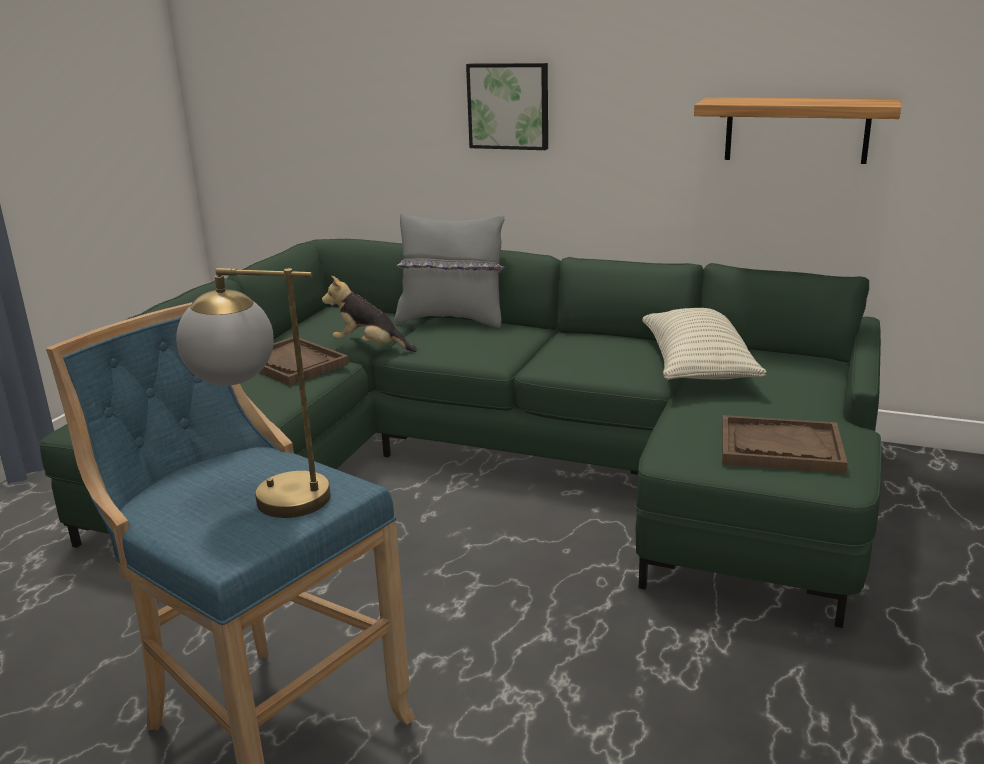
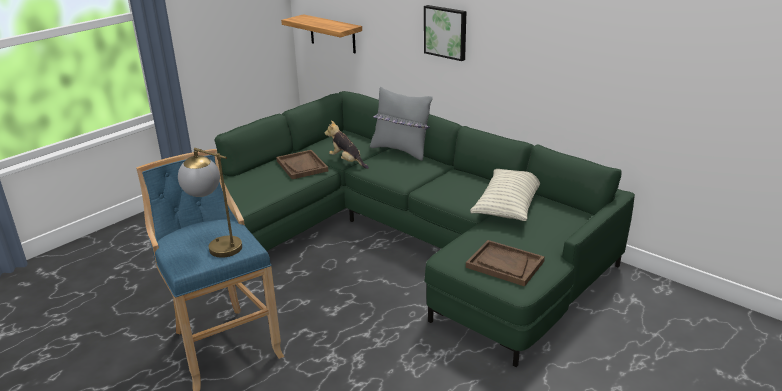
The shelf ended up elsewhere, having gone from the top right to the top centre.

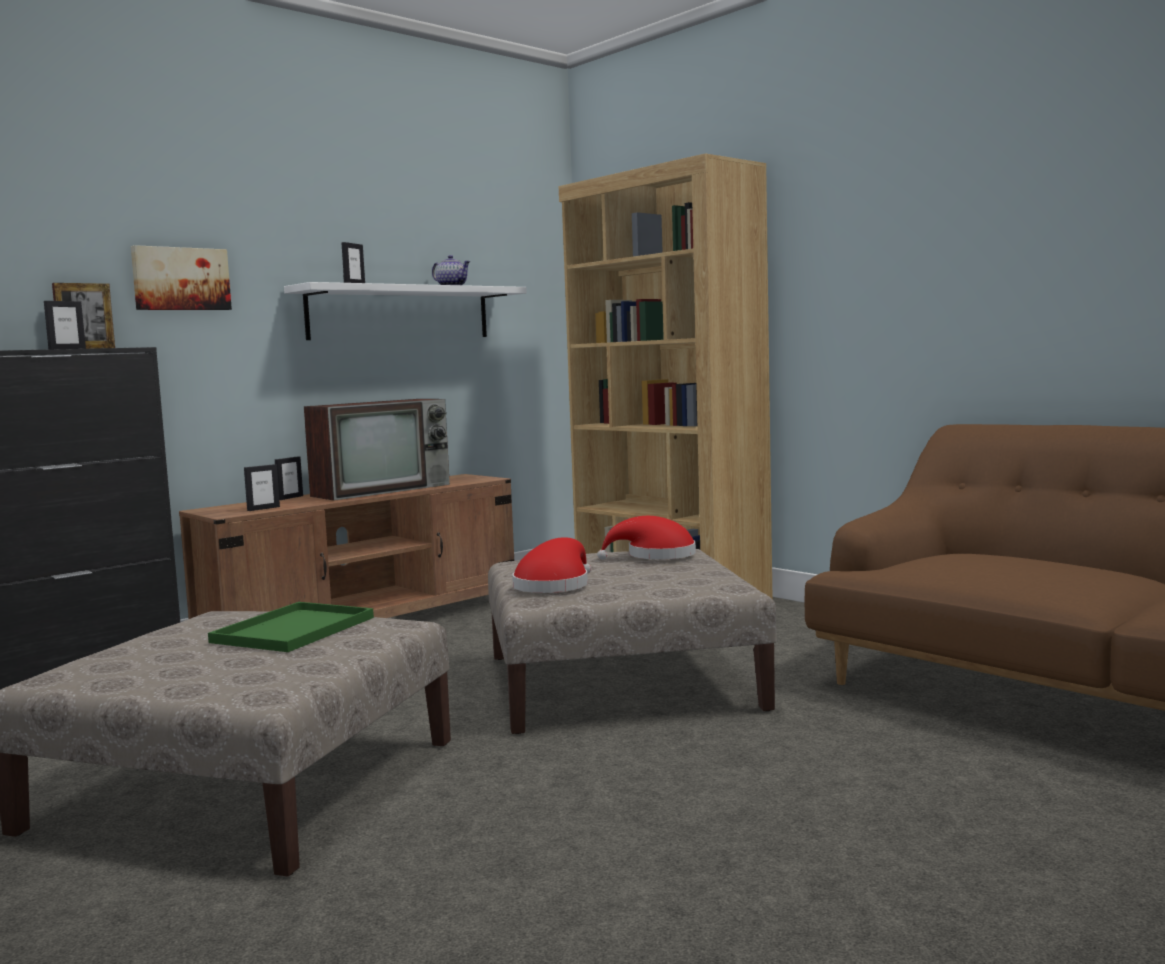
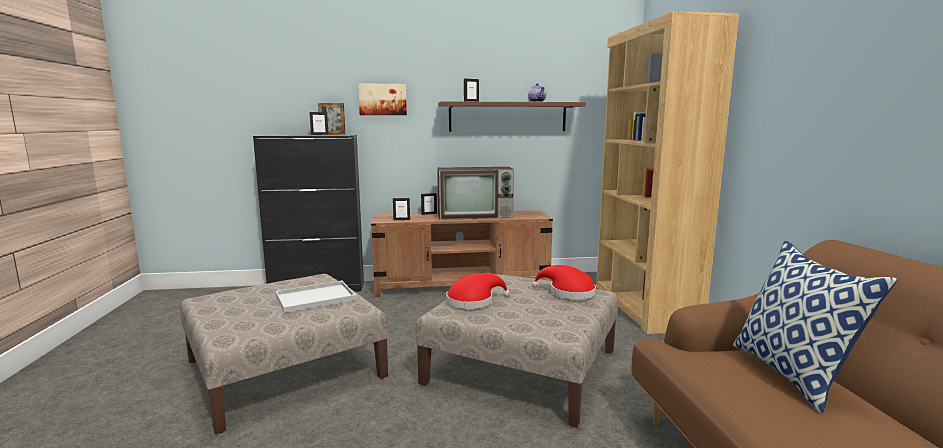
The second view gained the pillow at the bottom right. What was the green tray at the middle left turned into the white tray at the centre. What was the white shelf at the top centre turned into the brown shelf at the top centre.

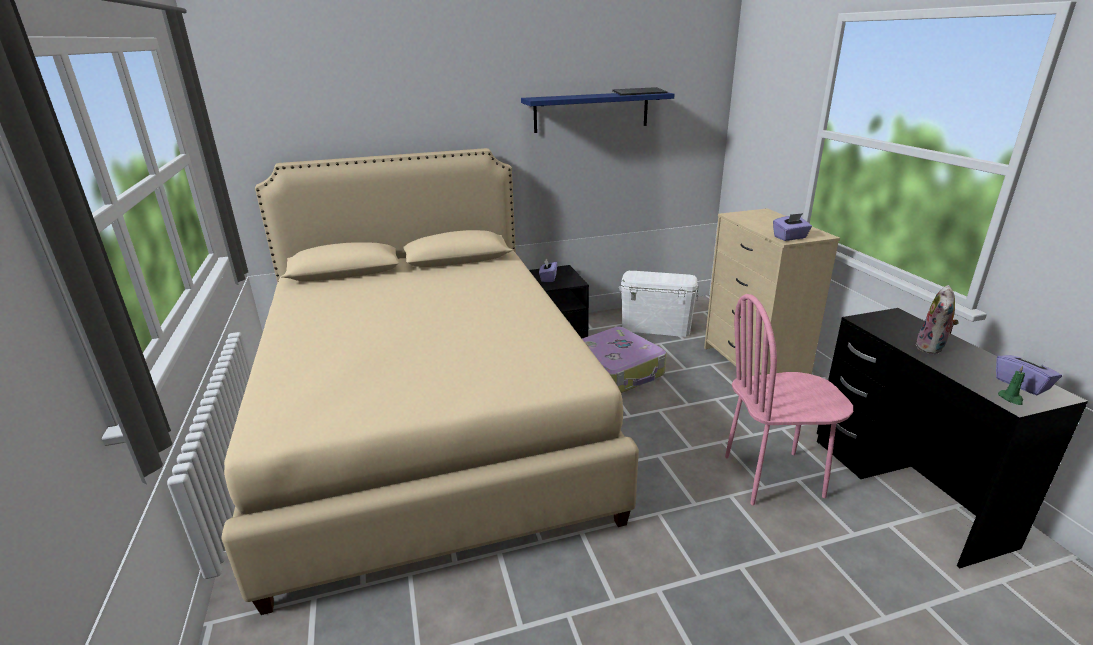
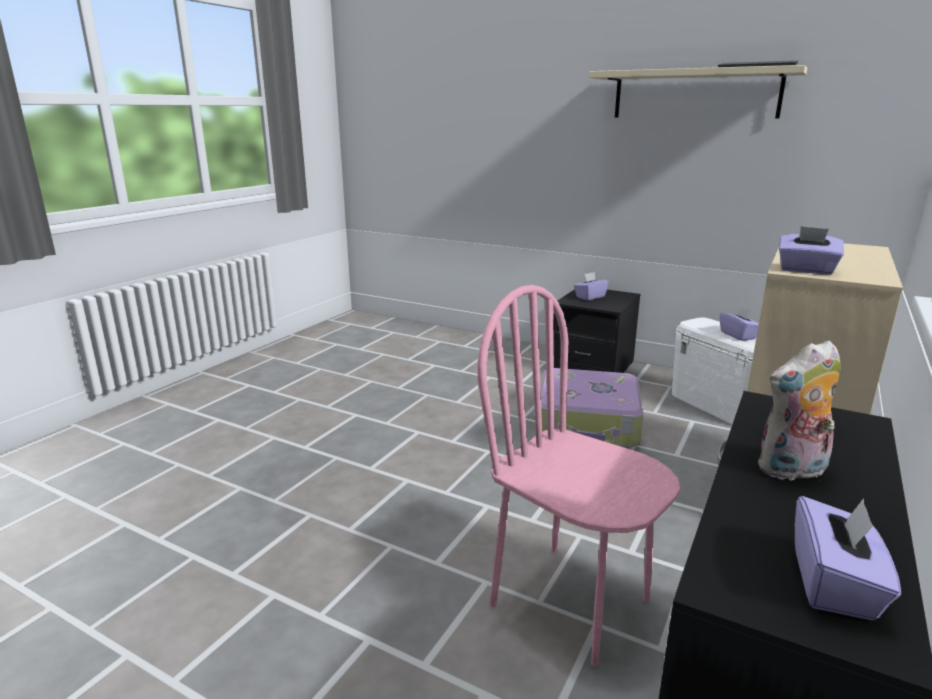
The second view lost the beige bed at the centre. The second view lost the green candle at the middle right. The second view gained the purple tissue box (2nd from left) at the middle right. What was the blue shelf at the top centre turned into the beige shelf at the top right.

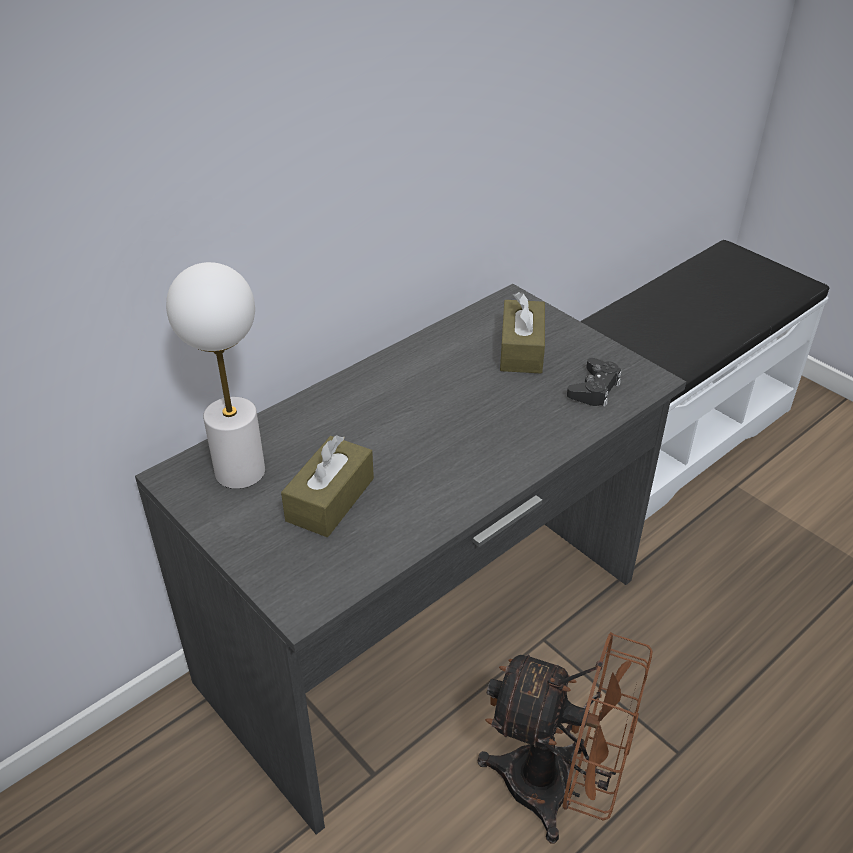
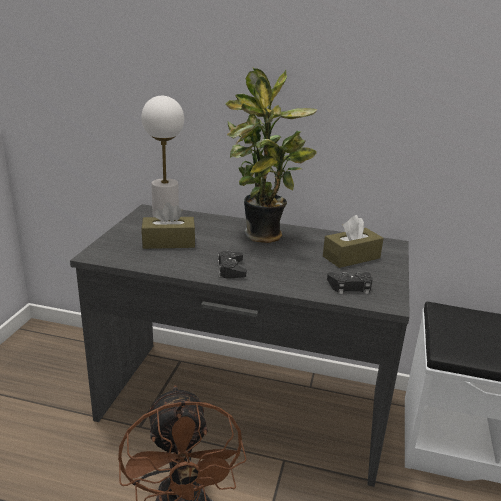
The second view gained the black game controller (1st from left) at the centre. The second view gained the potted plant at the top centre.

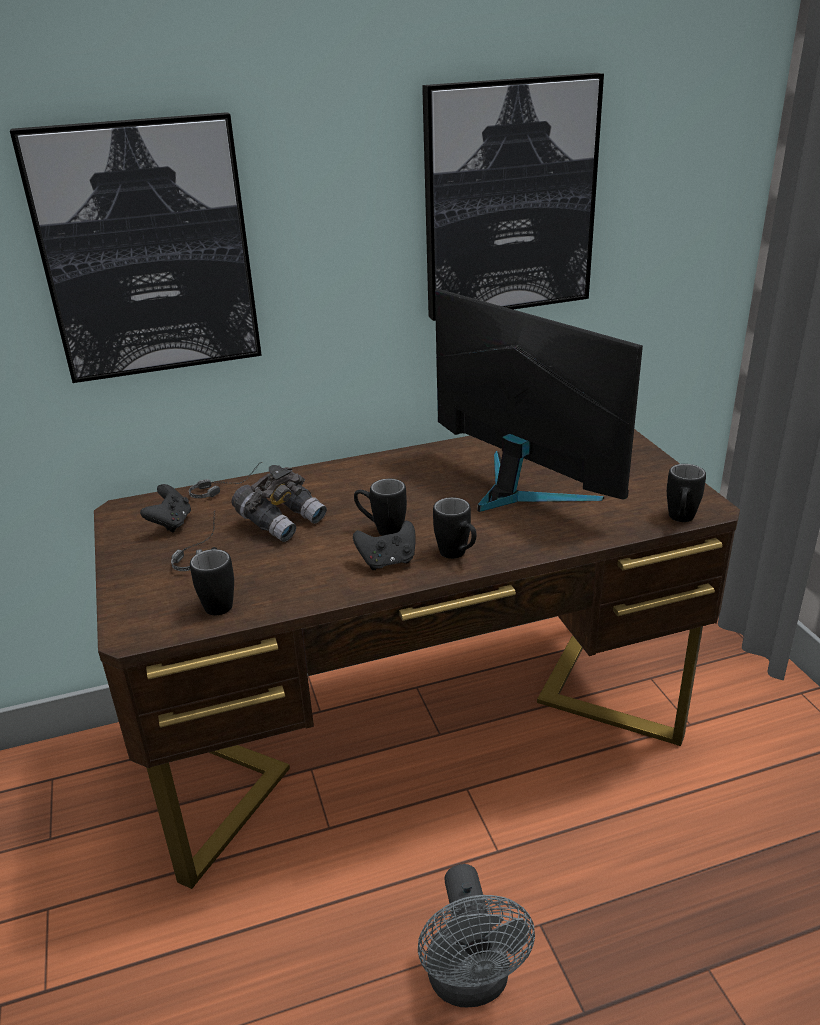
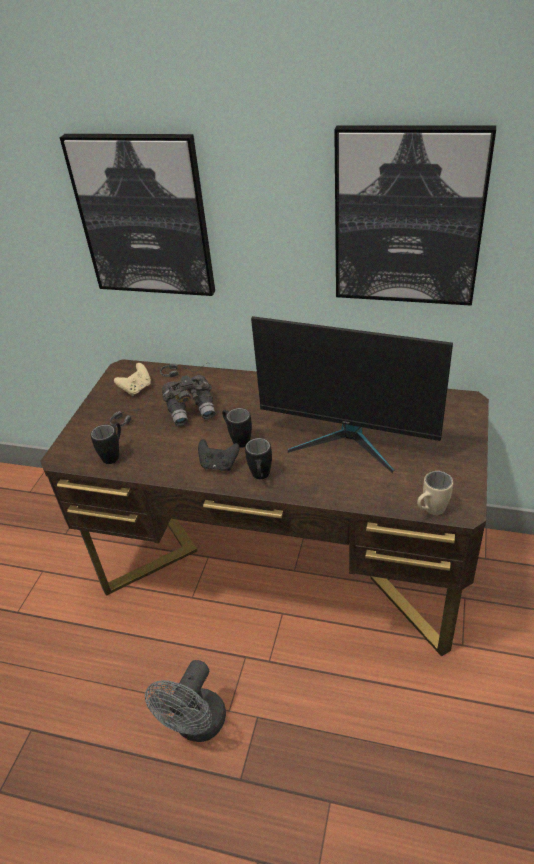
What was the black game controller (1st from left) at the middle left turned into the beige game controller at the middle left. What was the black mug (4th from left) at the middle right turned into the beige mug at the middle right. The monitor at the centre ended up facing another way, 120 degrees clockwise from before.

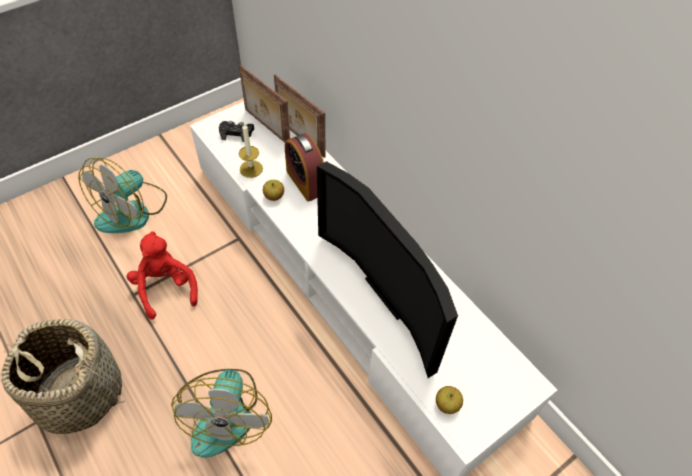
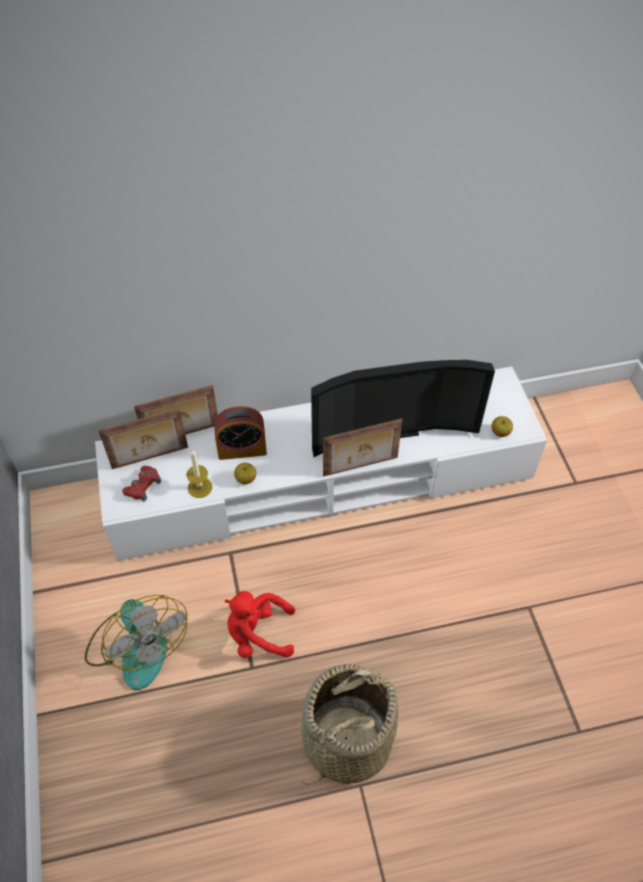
The second view lost the fan (2nd from left) at the bottom left. The second view gained the picture frame (3rd from left) at the centre. What was the black game controller at the top centre turned into the red game controller at the middle left.

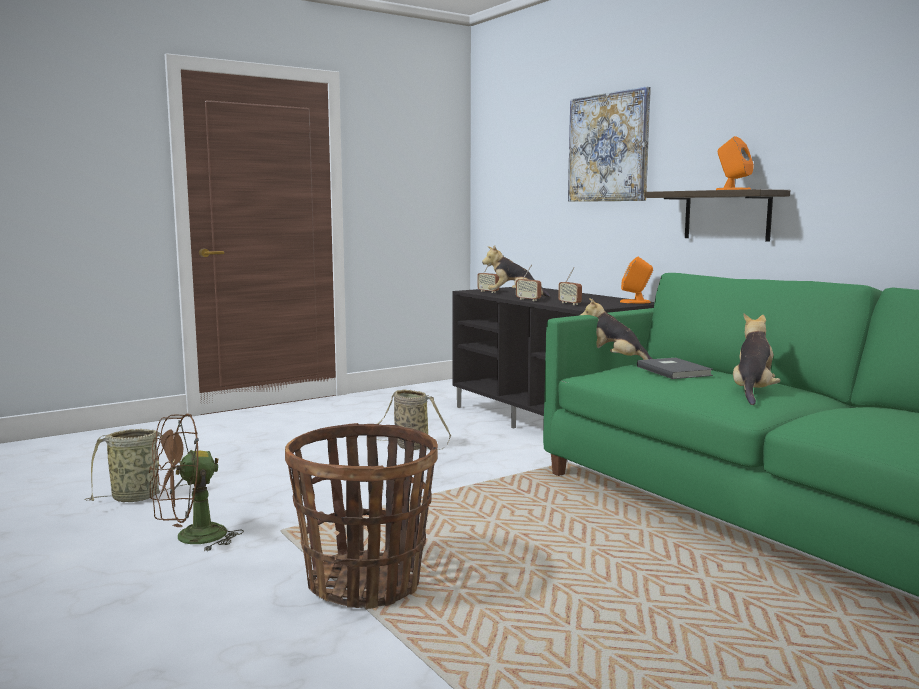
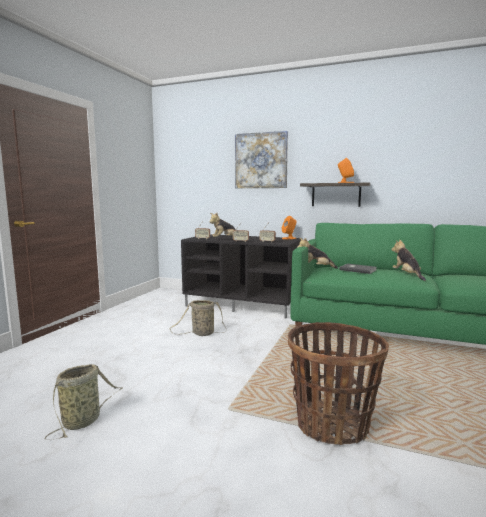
The second view lost the brown fan at the bottom left.

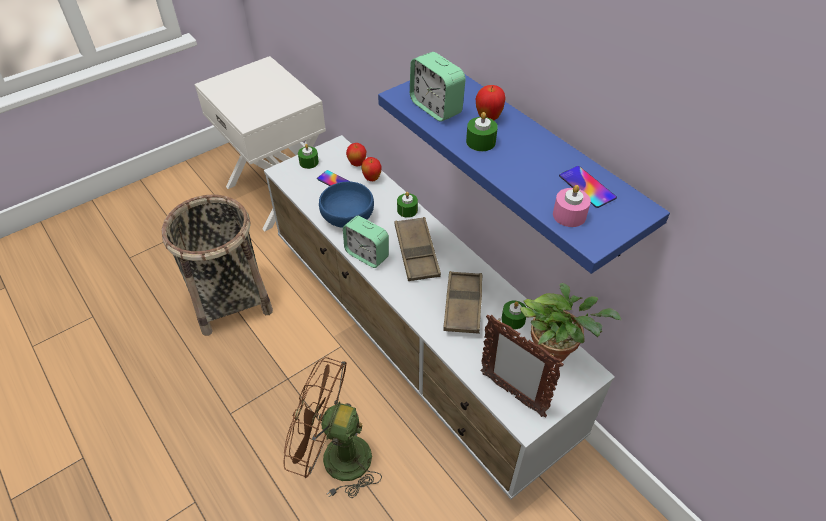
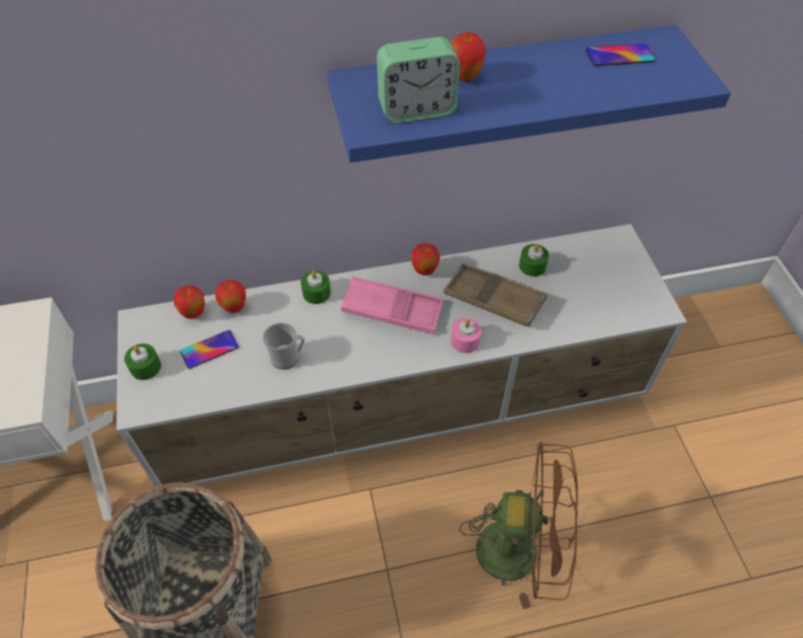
The second view lost the alarm clock (1st from left) at the centre. The second view lost the green candle (3rd from left) at the top centre. The second view lost the picture frame at the bottom centre. The second view lost the potted plant at the middle right. The second view gained the apple (3rd from left) at the centre. The pink candle ended up elsewhere, having gone from the middle right to the centre. Where the blue bowl stood at the centre, the mug came to stand at the centre. What was the brown tray (1st from left) at the centre turned into the pink tray at the centre. The brown fan at the bottom centre ended up facing another way, 120 degrees counterclockwise from before.

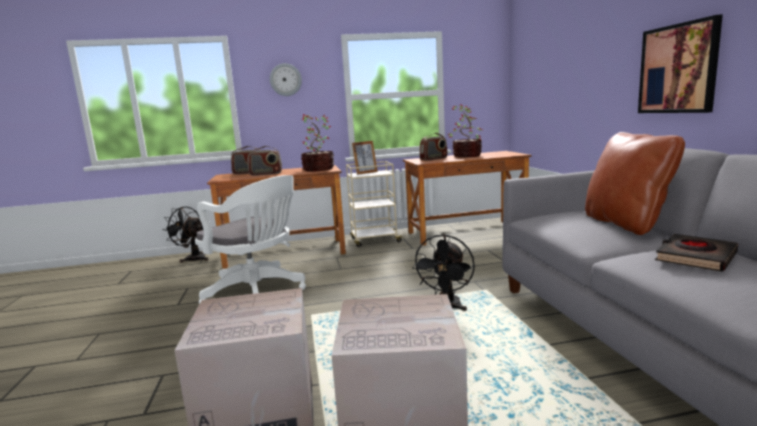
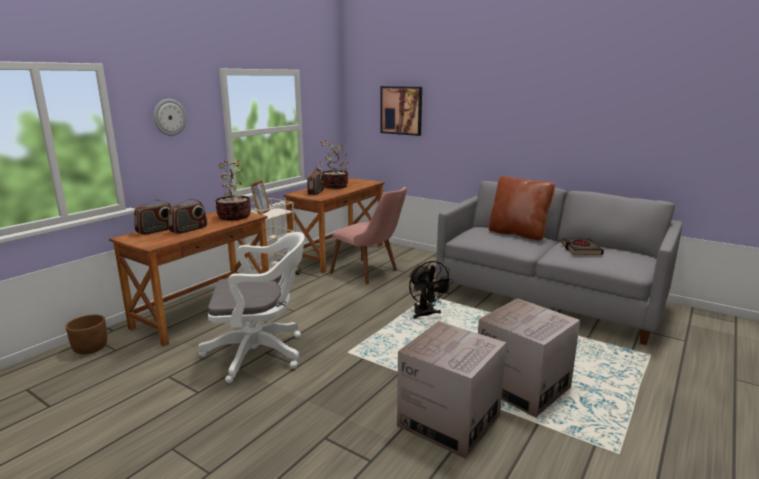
The second view gained the pink chair at the centre. The picture ended up elsewhere, having gone from the top right to the top centre. Where the black fan (1st from left) stood at the middle left, the brown planter came to stand at the bottom left.

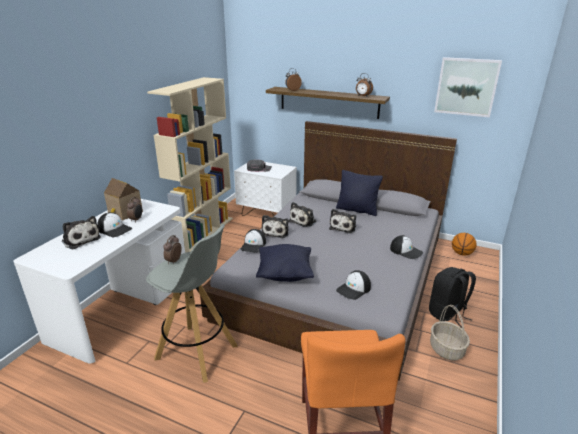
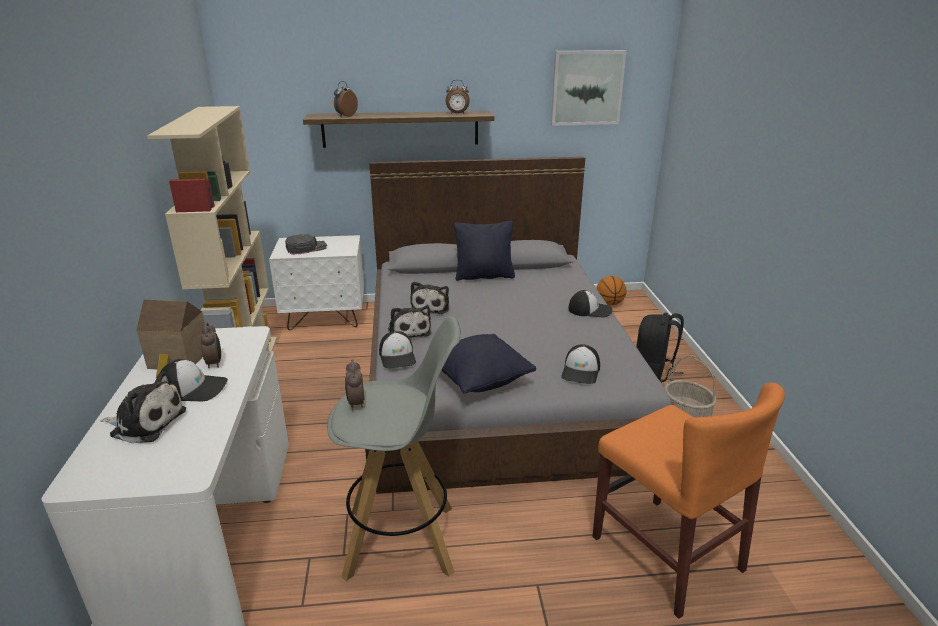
The second view lost the plush toy (4th from left) at the centre.

